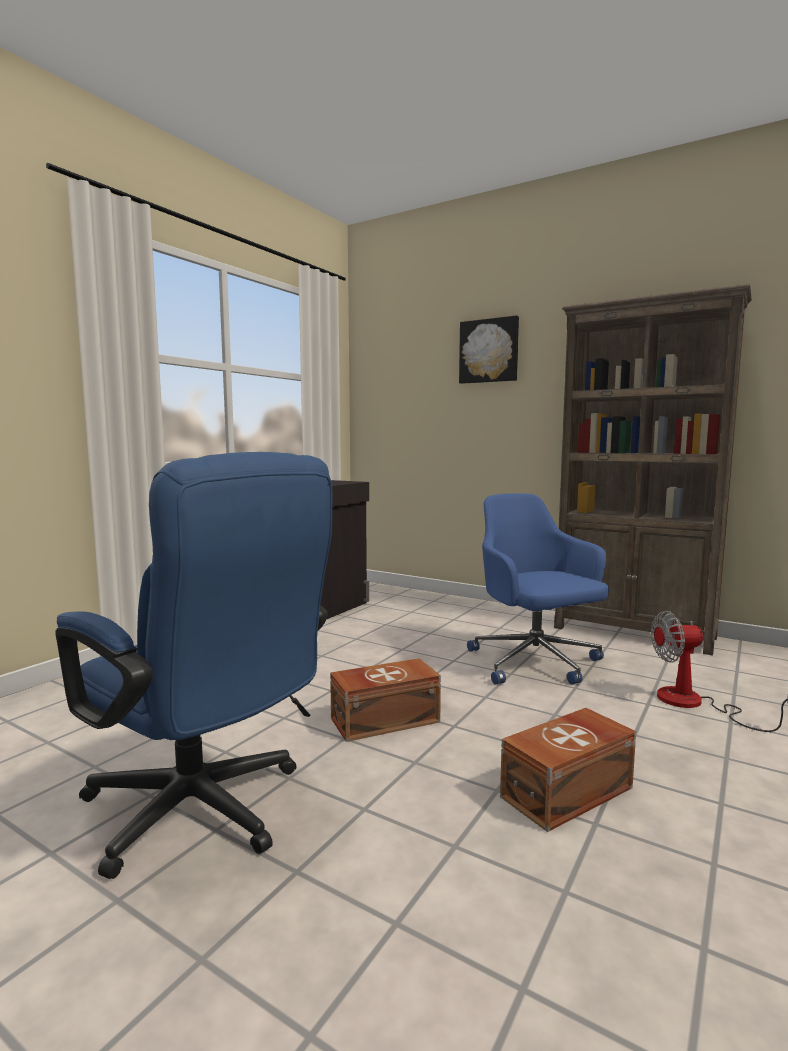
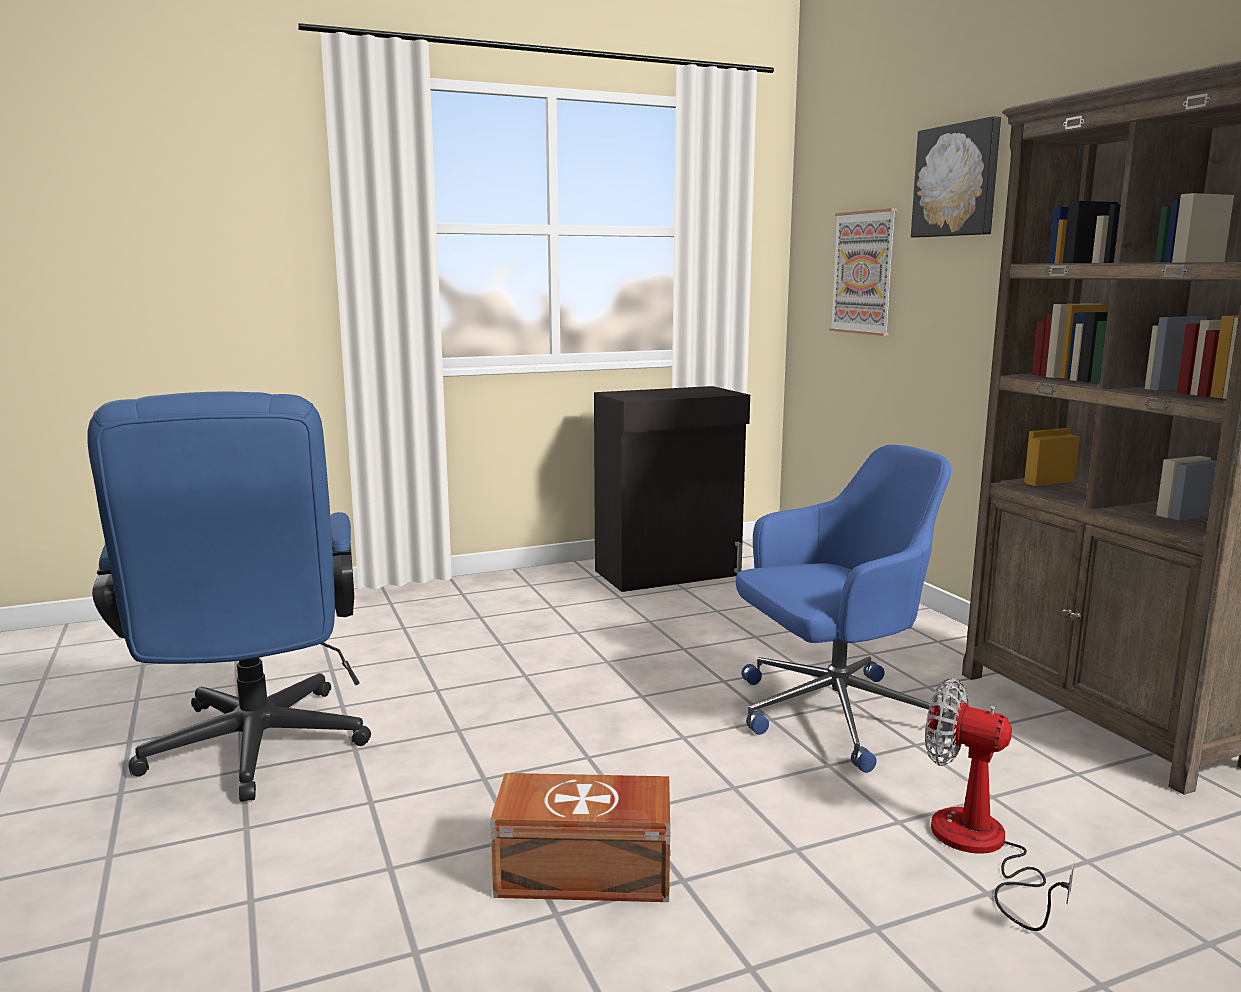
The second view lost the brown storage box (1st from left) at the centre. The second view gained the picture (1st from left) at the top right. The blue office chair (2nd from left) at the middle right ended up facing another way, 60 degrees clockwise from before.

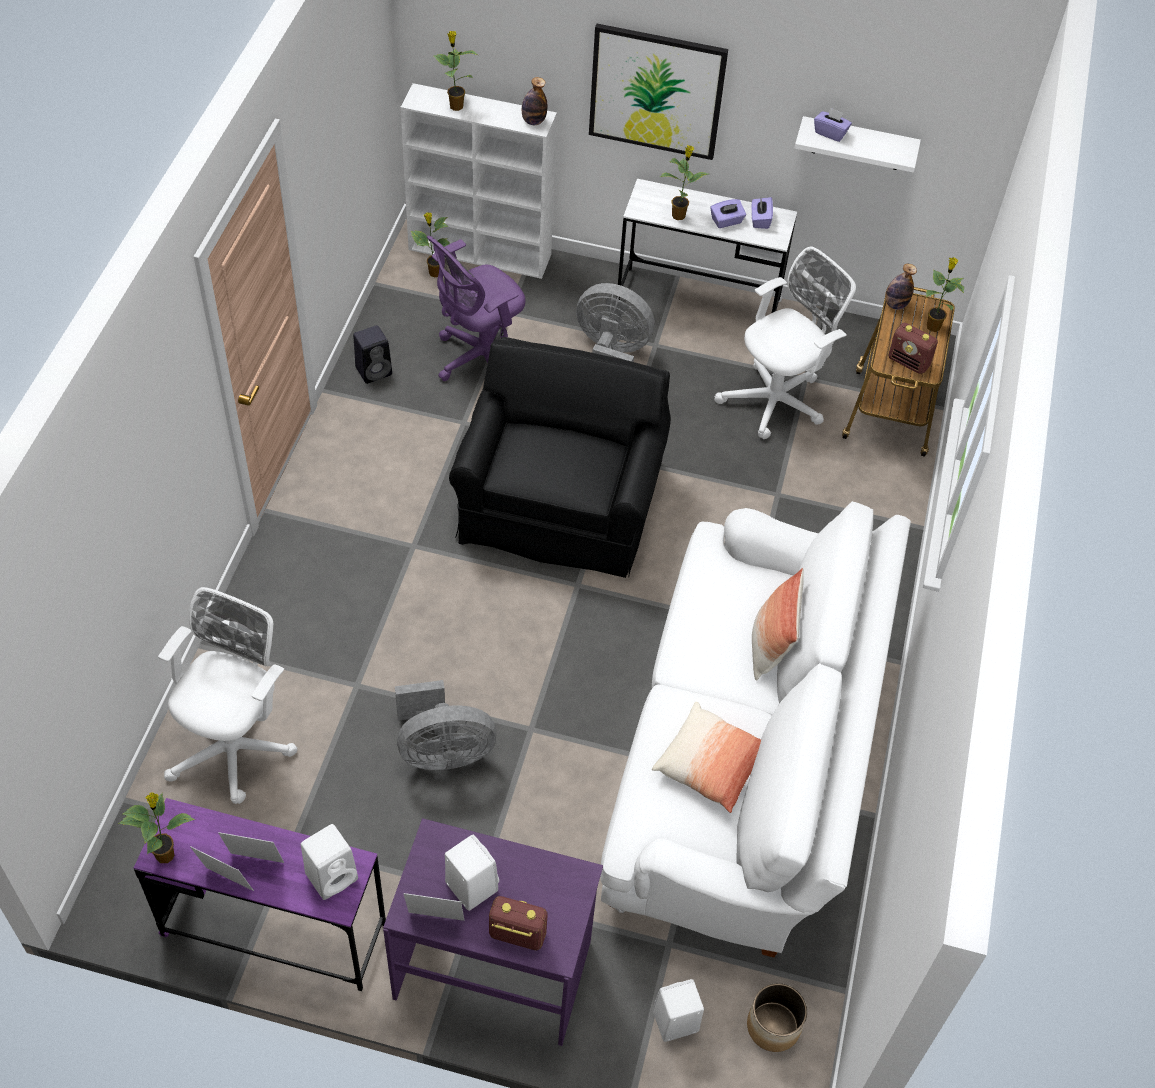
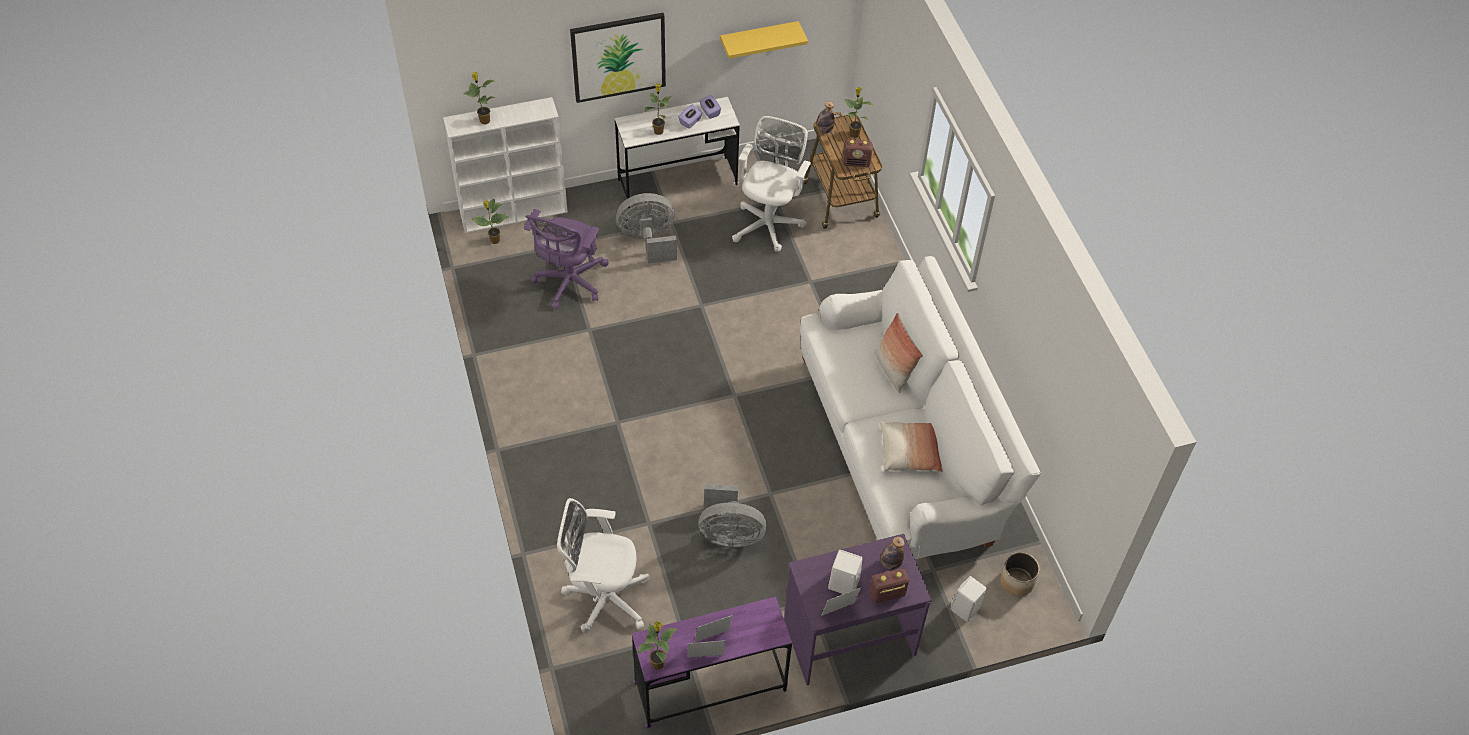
The second view lost the white speaker (1st from left) at the bottom left. The second view lost the black speaker at the top left. The second view lost the black armchair at the centre. The second view lost the purple tissue box (3rd from left) at the top right. The bottle (1st from left in the first image) ended up elsewhere, having gone from the top centre to the bottom centre. What was the white shelf at the top right turned into the yellow shelf at the top centre. The white office chair (1st from left) at the middle left ended up facing another way, 75 degrees counterclockwise from before. The grey fan (1st from left in the first image) at the centre ended up facing another way, 45 degrees clockwise from before.

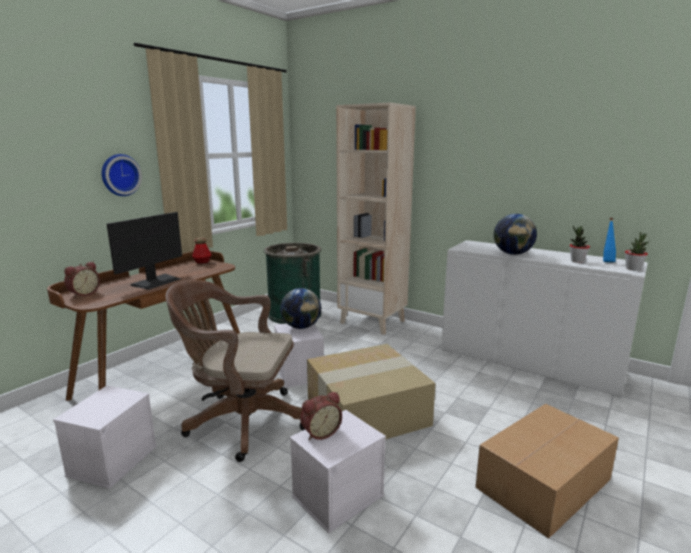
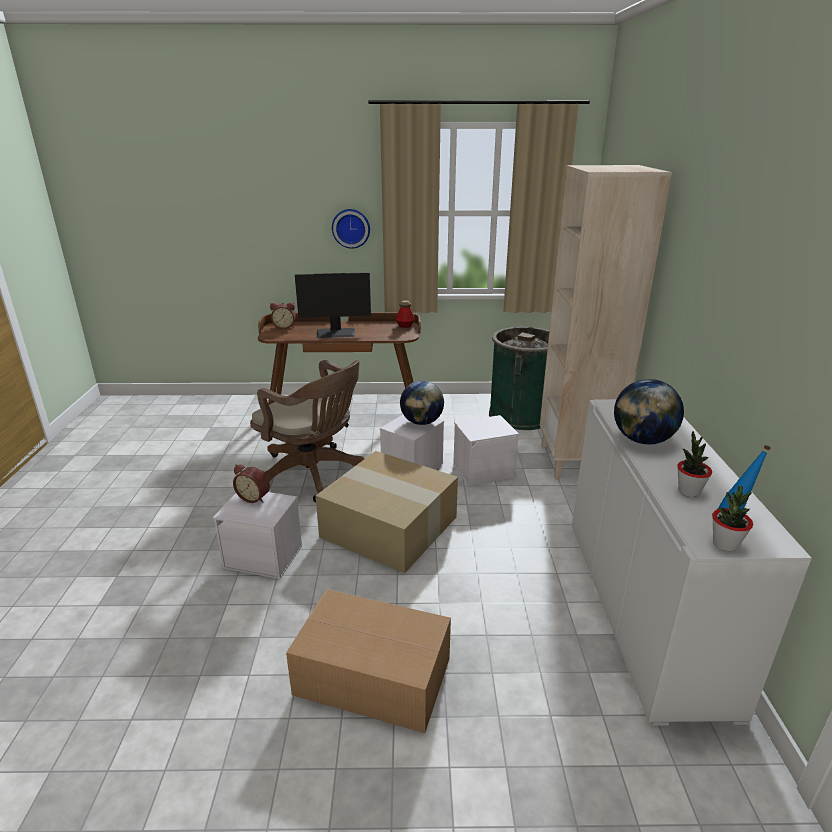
The white storage box (1st from left in the first image) ended up elsewhere, having gone from the bottom left to the centre. The brown office chair at the bottom centre ended up facing another way, 150 degrees clockwise from before.

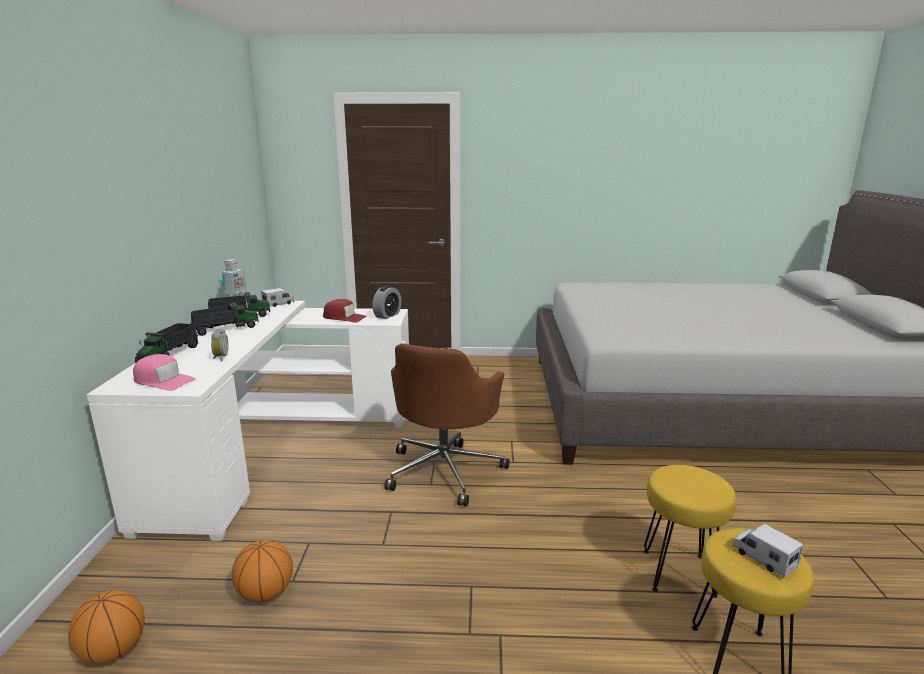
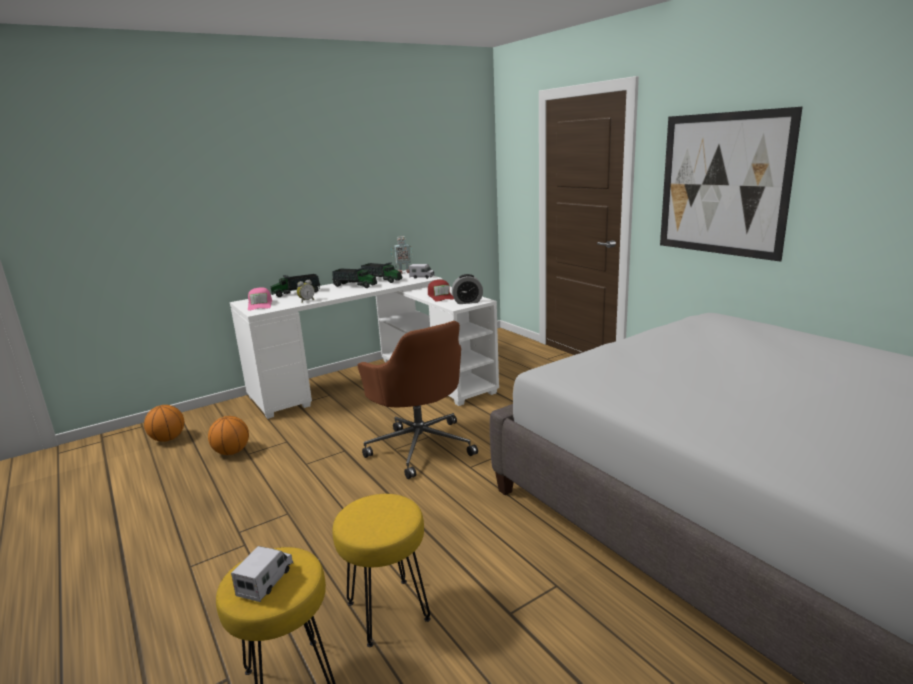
The second view gained the picture at the top right. The brown office chair at the centre ended up facing another way, 105 degrees counterclockwise from before.

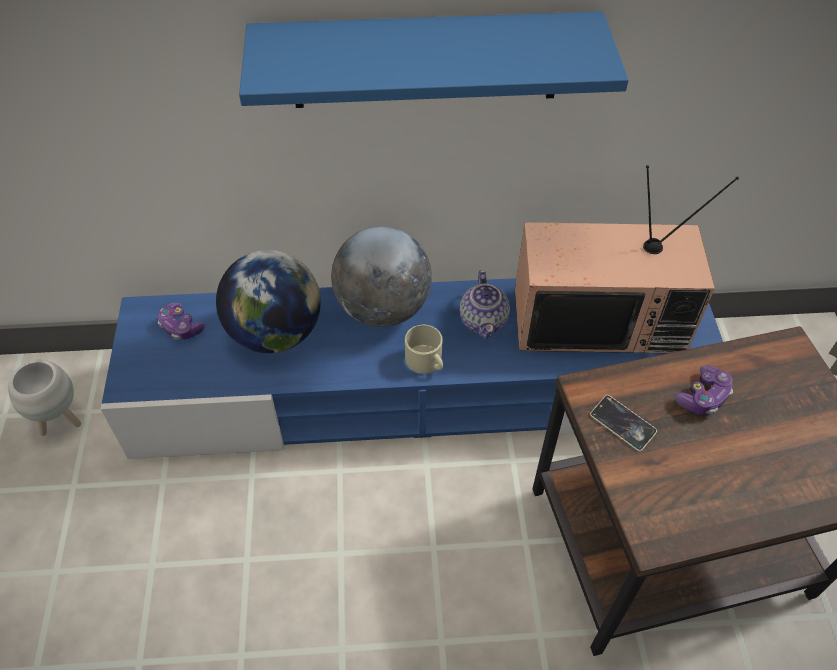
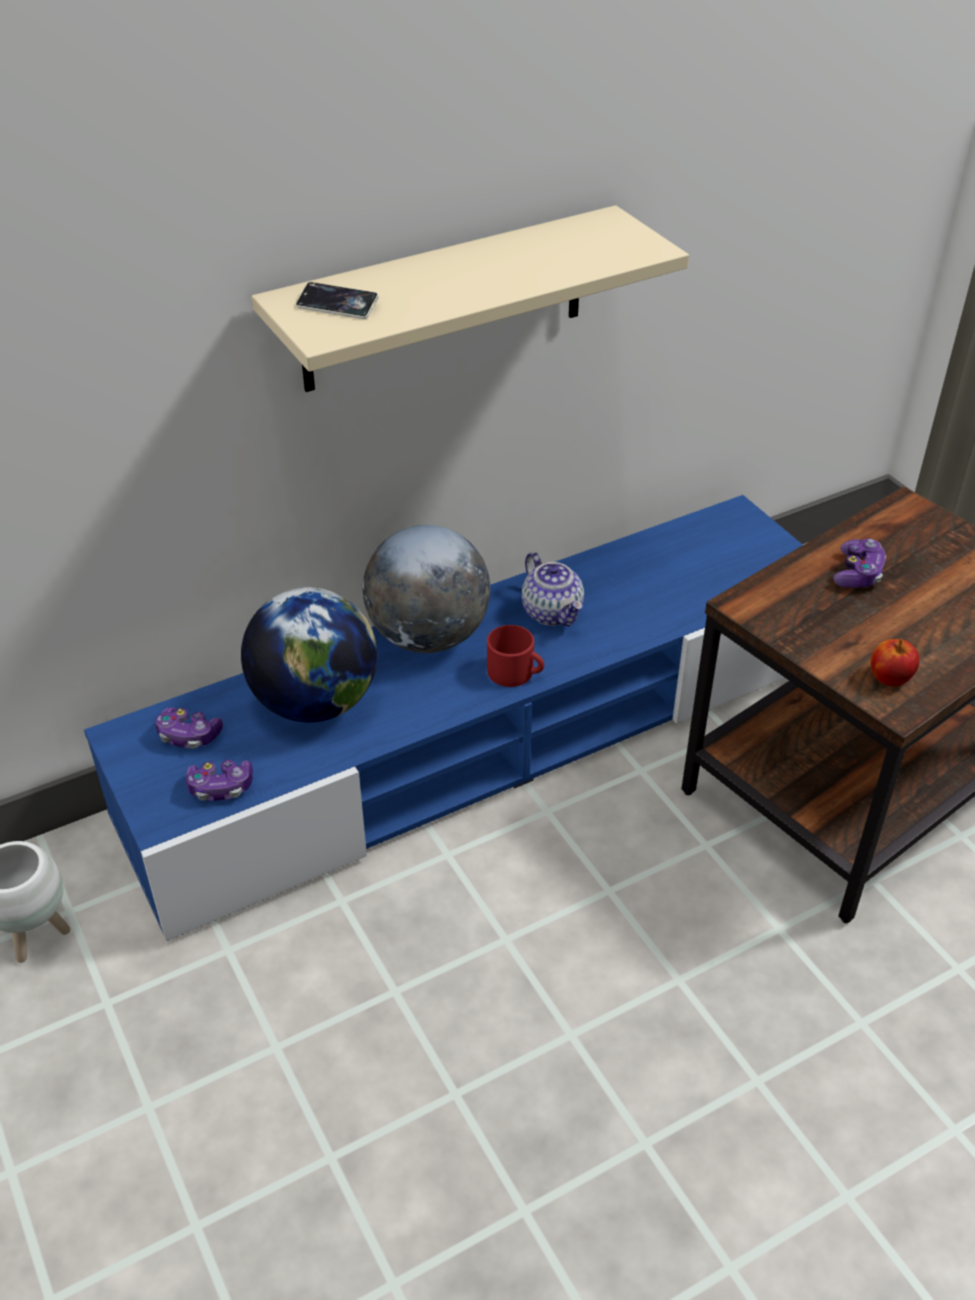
The second view lost the television at the middle right. The second view gained the game controller (2nd from left) at the middle left. The second view gained the apple at the middle right. The phone ended up elsewhere, having gone from the middle right to the top centre. What was the blue shelf at the top centre turned into the beige shelf at the top centre. What was the beige mug at the centre turned into the red mug at the centre.

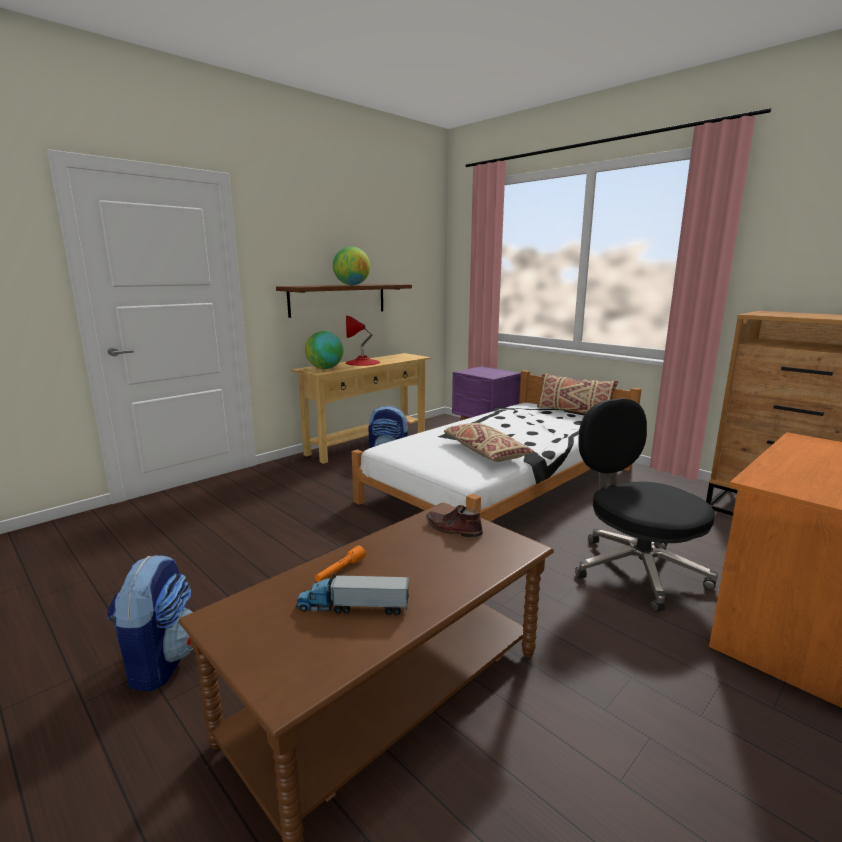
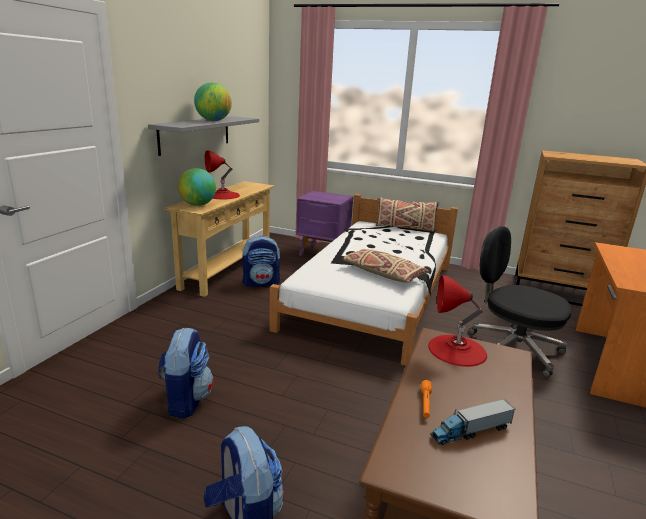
The second view gained the backpack (1st from left) at the bottom left. Where the brown shoe stood at the centre, the red table lamp (2nd from left) came to stand at the middle right. What was the brown shelf at the centre turned into the grey shelf at the top left.

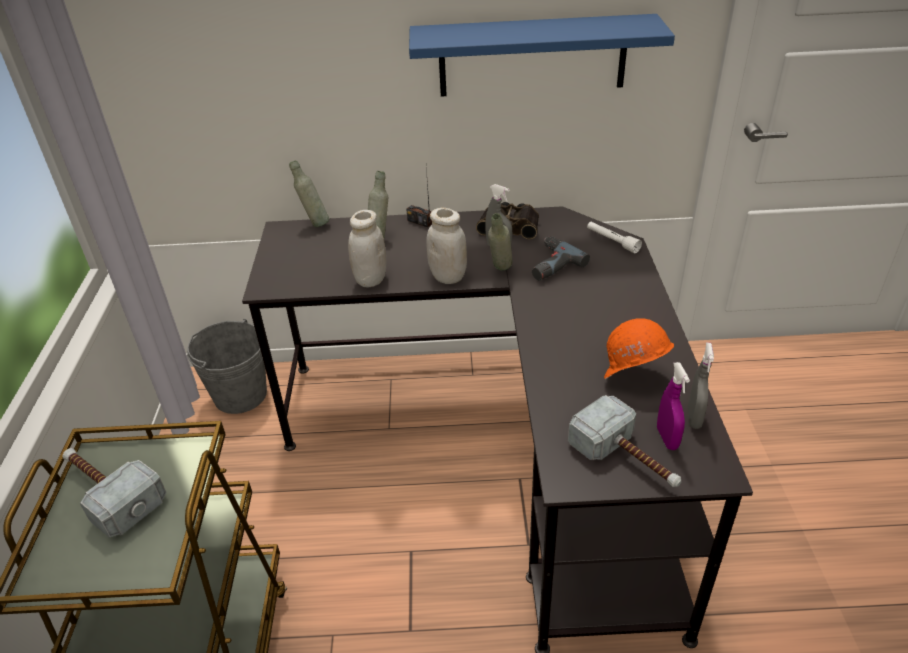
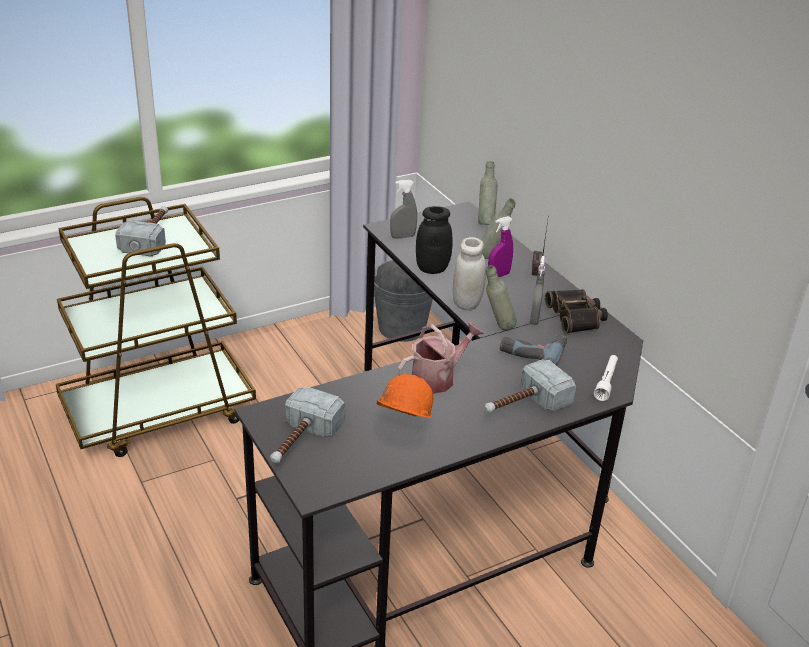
The second view lost the blue shelf at the top centre. The second view gained the watering can at the centre. The second view gained the hammer (3rd from left) at the centre. The purple spray bottle ended up elsewhere, having gone from the middle right to the centre. The grey spray bottle (2nd from left in the first image) ended up elsewhere, having gone from the middle right to the top centre. What was the white jar (1st from left) at the centre turned into the black jar at the centre.

